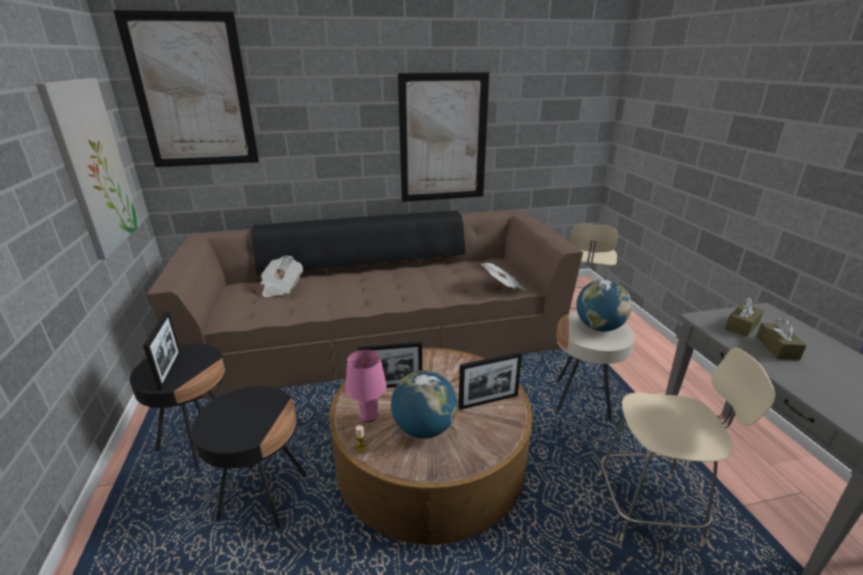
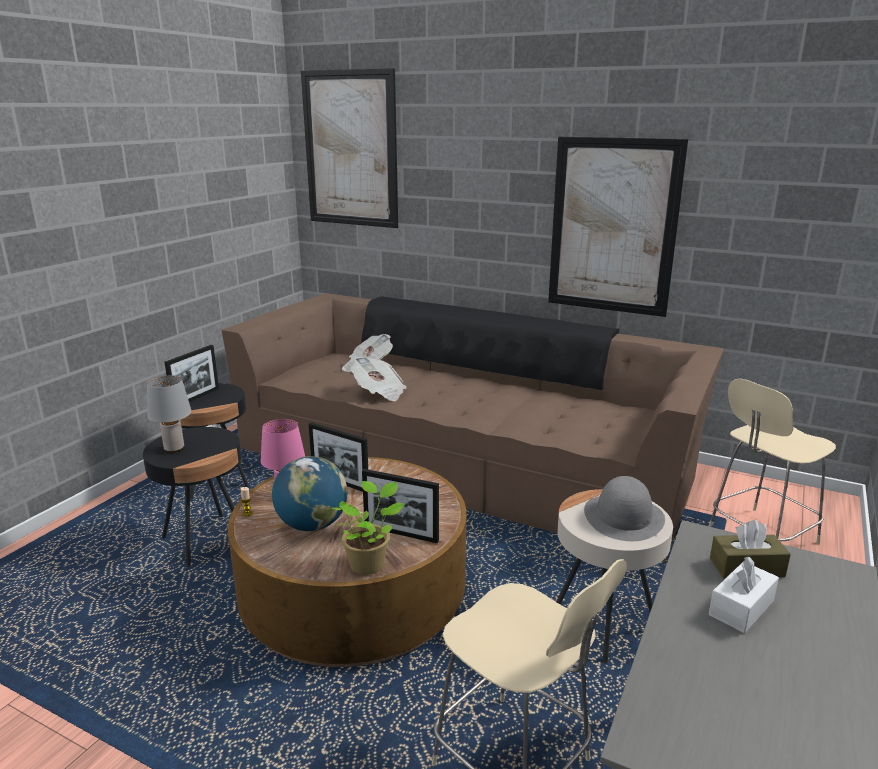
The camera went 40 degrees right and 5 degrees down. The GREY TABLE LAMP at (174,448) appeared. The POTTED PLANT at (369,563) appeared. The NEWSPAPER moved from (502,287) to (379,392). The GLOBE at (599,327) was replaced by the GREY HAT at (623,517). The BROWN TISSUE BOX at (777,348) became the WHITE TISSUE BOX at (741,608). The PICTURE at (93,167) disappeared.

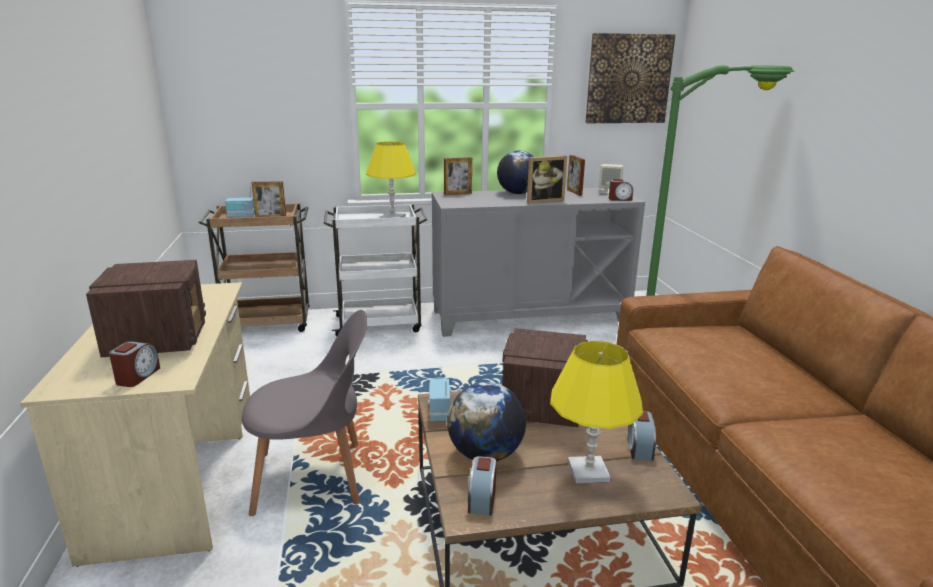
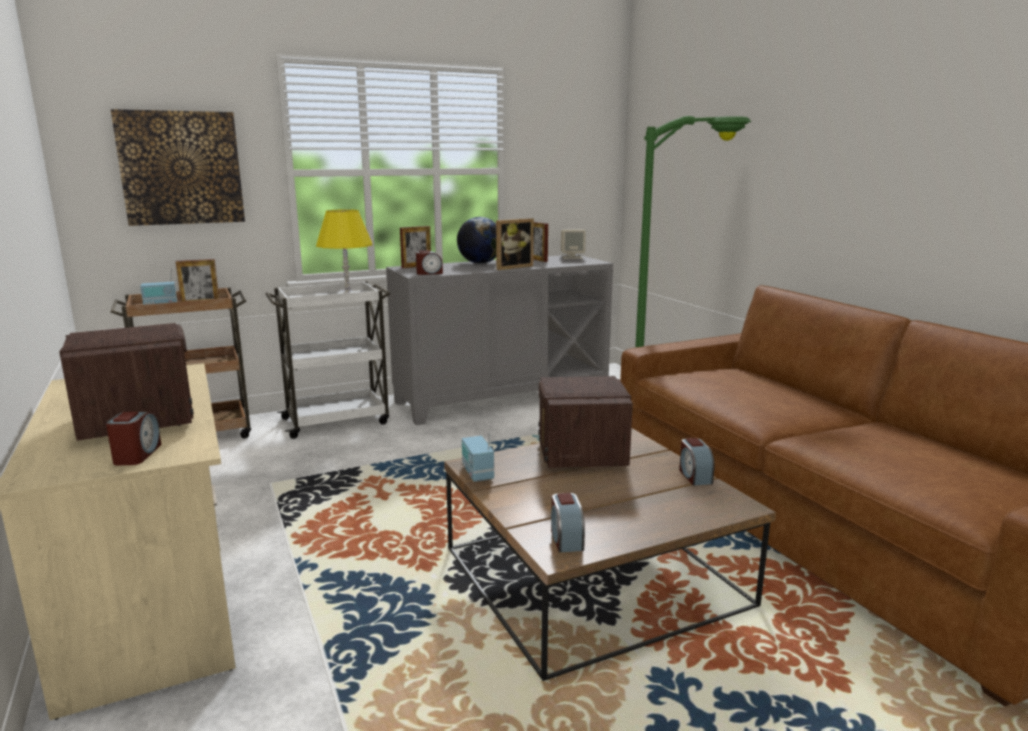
The camera went 15 degrees left and 5 degrees down. The PICTURE moved from (628,79) to (181,168). The ALARM CLOCK moved from (620,199) to (429,273). The GREY CHAIR at (315,477) disappeared. The GLOBE at (485,454) disappeared. The YELLOW TABLE LAMP at (588,471) disappeared.

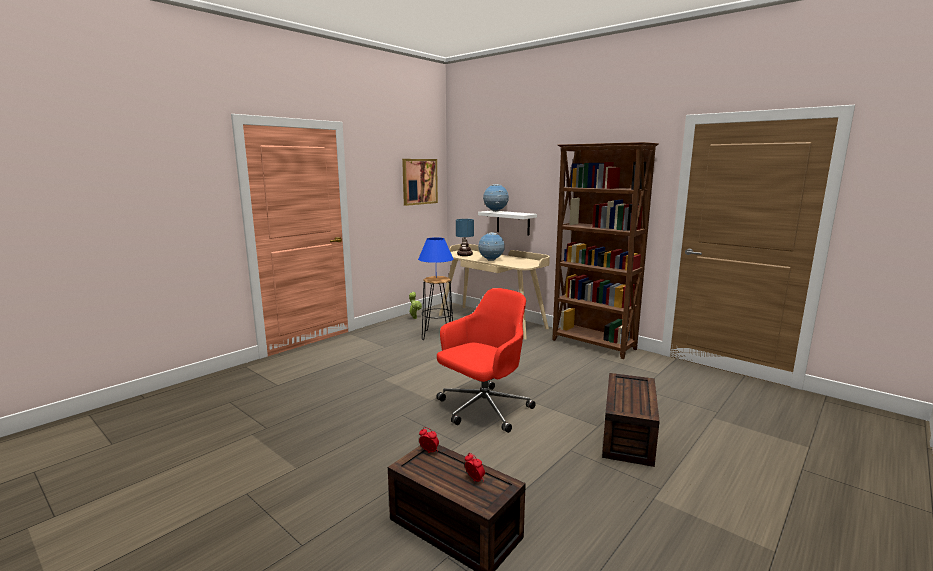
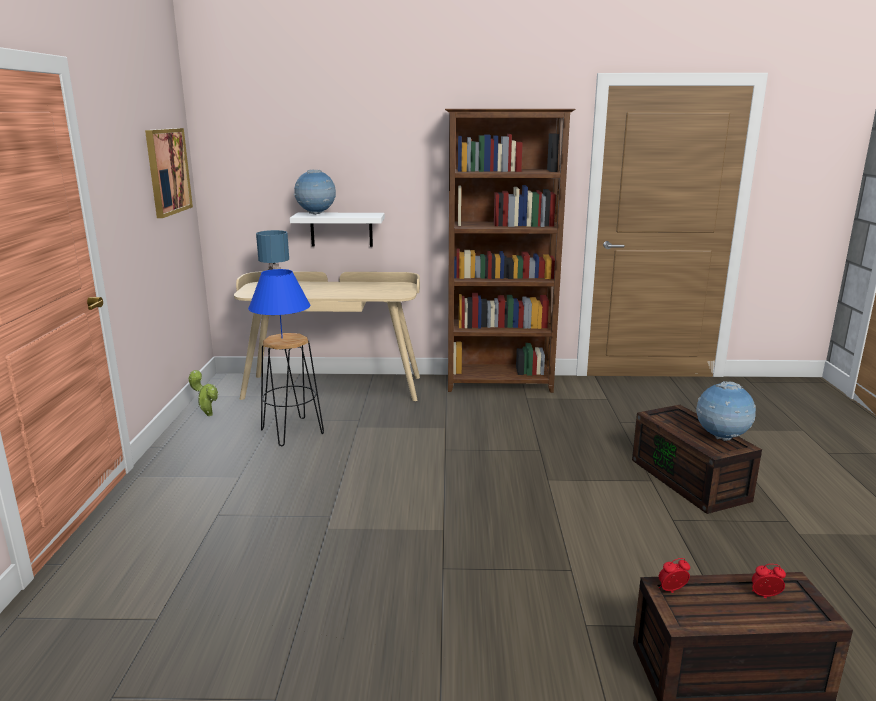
The camera went 40 degrees left and 5 degrees up. The GLOBE moved from (491,260) to (721,438). The RED OFFICE CHAIR at (482,409) disappeared.

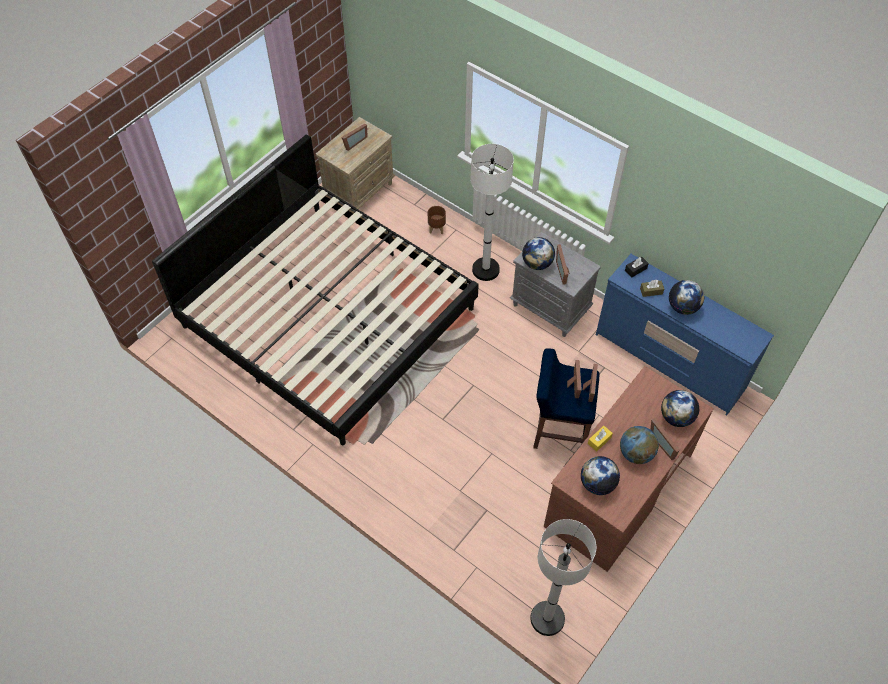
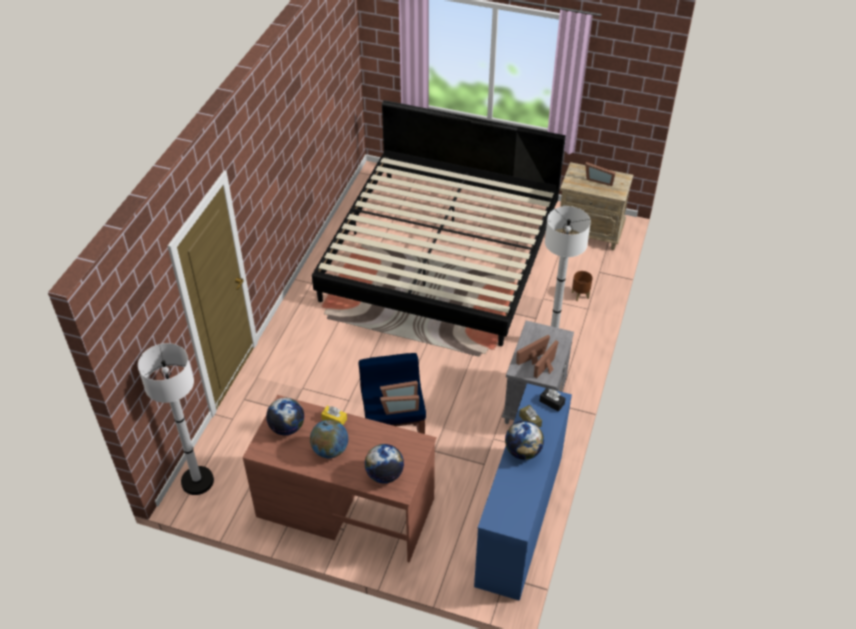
The camera went 70 degrees right and 10 degrees down. The PICTURE FRAME moved from (664,443) to (547,368). The GLOBE at (537,263) disappeared.

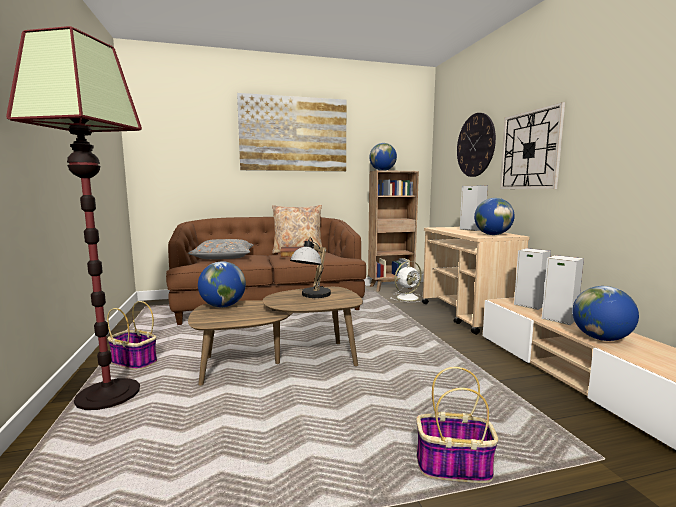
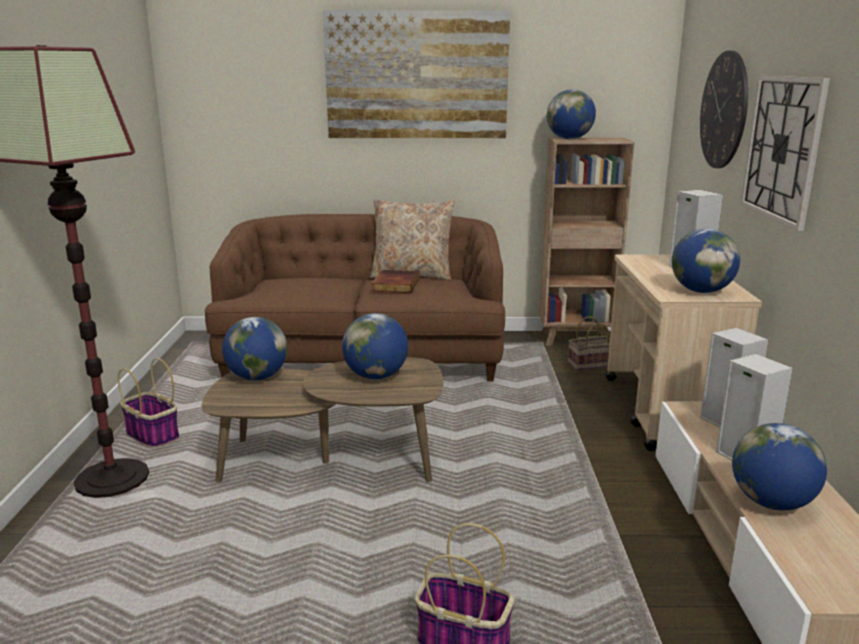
The camera went 15 degrees right and 10 degrees up. The TABLE LAMP at (312,296) was replaced by the GLOBE at (376,376). The WHITE FAN at (408,297) was replaced by the BASKET at (591,364). The GREY PILLOW at (223,257) disappeared.

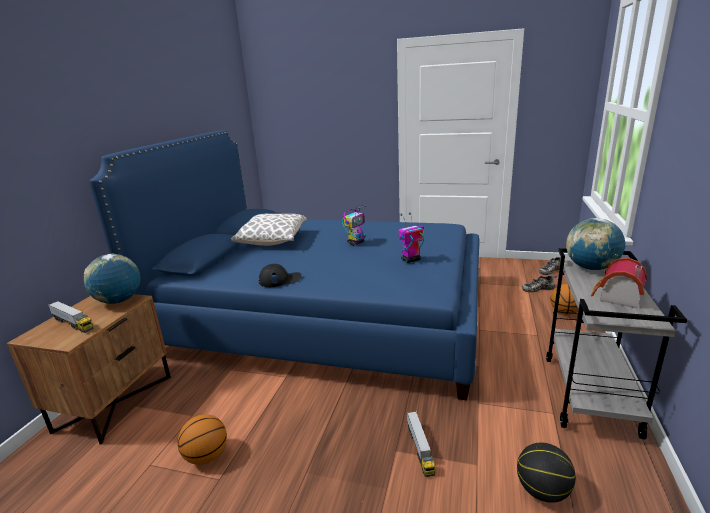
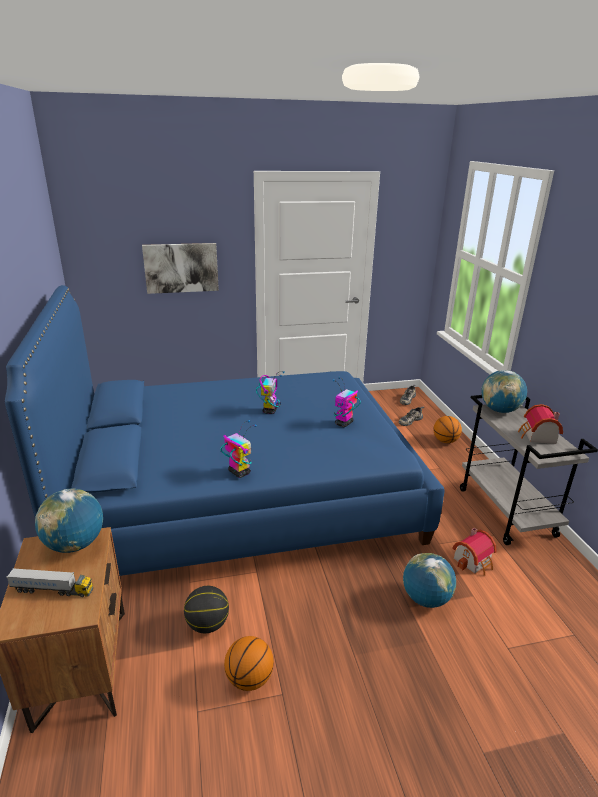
The camera went 30 degrees left and 5 degrees up. The PICTURE at (181,268) appeared. The BASKETBALL moved from (542,490) to (207,624). The BLACK CAP at (280,280) was replaced by the TOY ROBOT at (239,472). The TOY TRUCK at (420,449) was replaced by the GLOBE at (426,598). The TOY HOUSE at (474,561) appeared. The PILLOW at (272,241) disappeared.

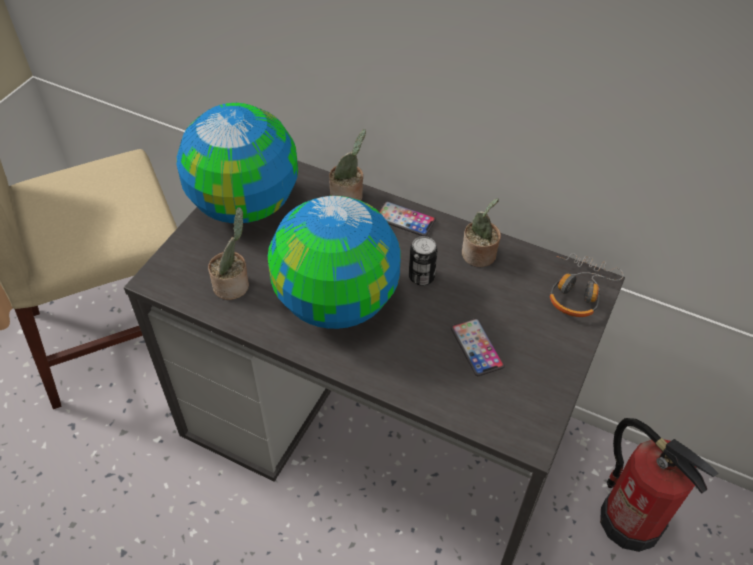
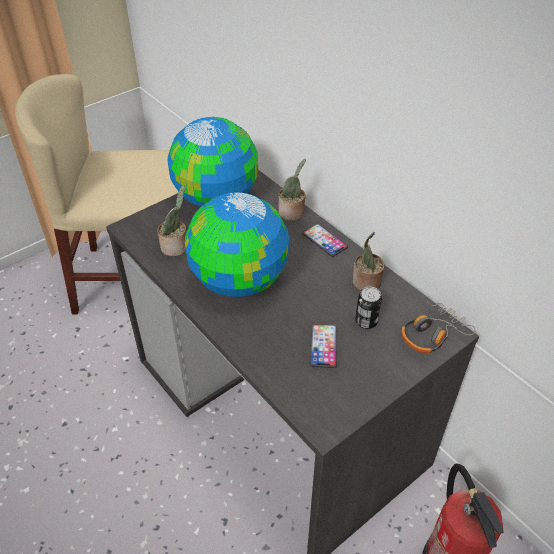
The camera went 25 degrees right and 5 degrees down. The CAN moved from (421,277) to (366,321).

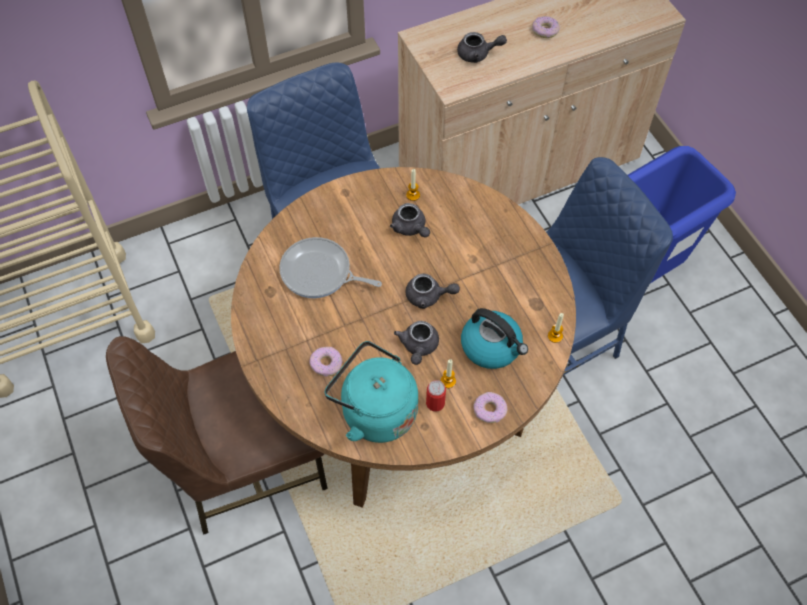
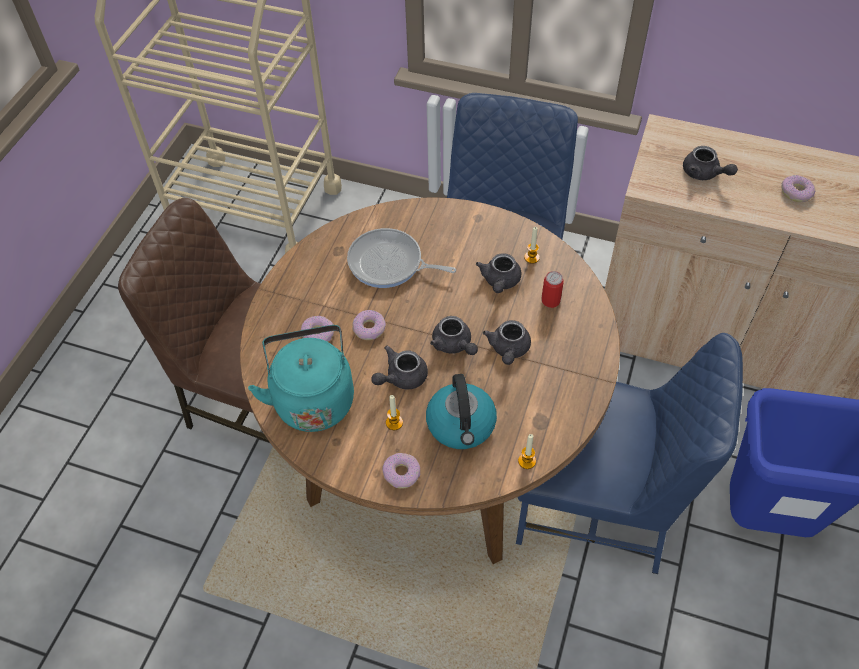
The camera went 45 degrees right and 5 degrees down. The FRYING PAN at (319,273) turned 45 degrees counterclockwise. The DONUT at (369,328) appeared. The GREY TEAPOT at (508,350) appeared. The CAN moved from (435,403) to (550,300).

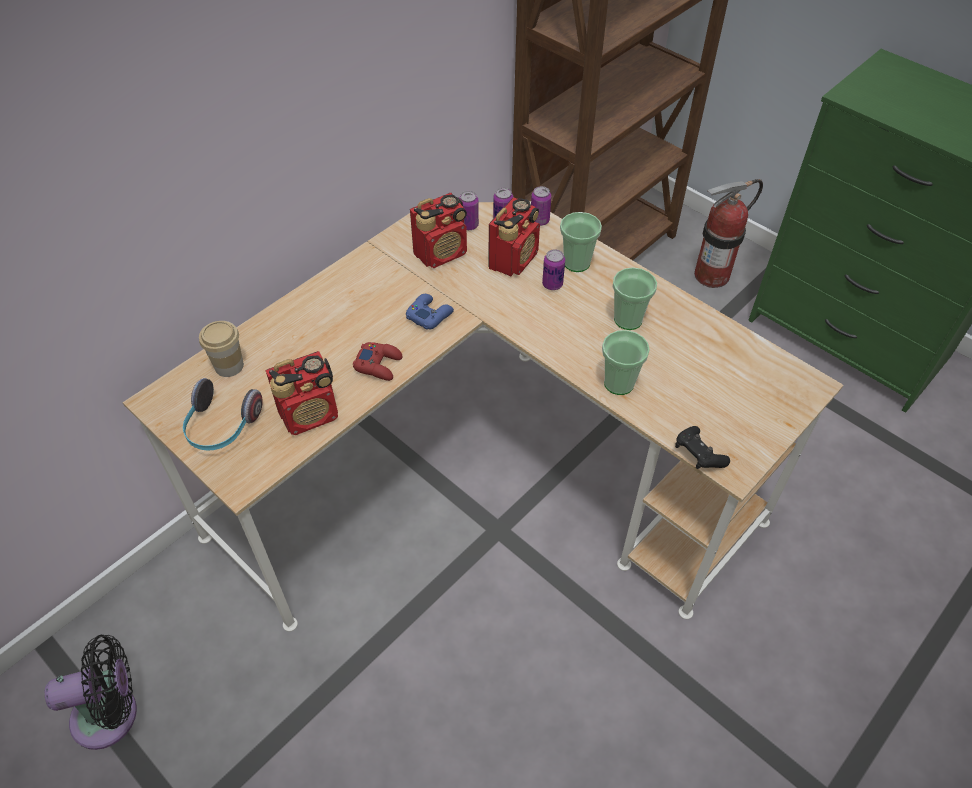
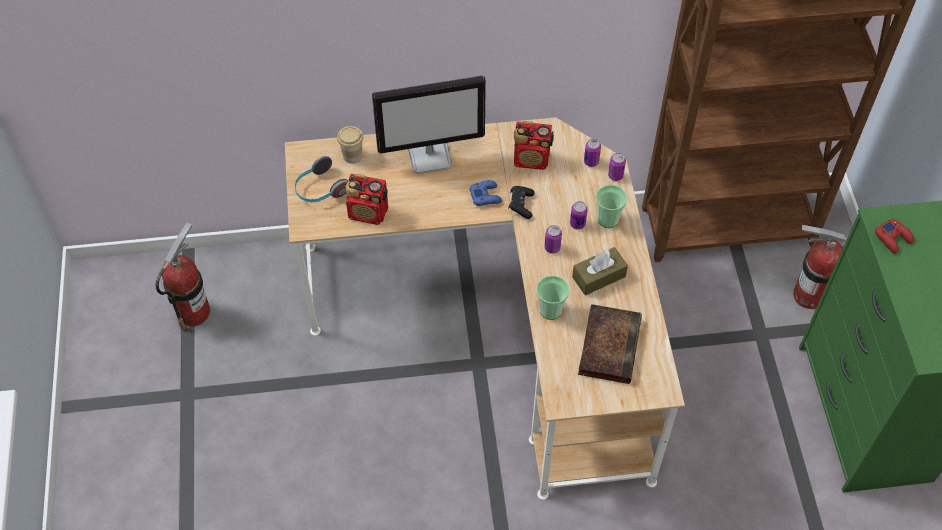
The camera went 40 degrees right and 5 degrees up. The BLACK FAN at (112,714) was replaced by the FIRE EXTINGUISHER at (193,312). The MONITOR at (430,156) appeared. The BLACK GAME CONTROLLER moved from (698,455) to (521,205). The CAN moved from (468,225) to (552,247). The CUP at (628,319) was replaced by the BROWN TISSUE BOX at (598,276). The BOOK at (609,344) appeared. The RED GAME CONTROLLER moved from (379,364) to (893,238). The RADIO at (514,260) disappeared.

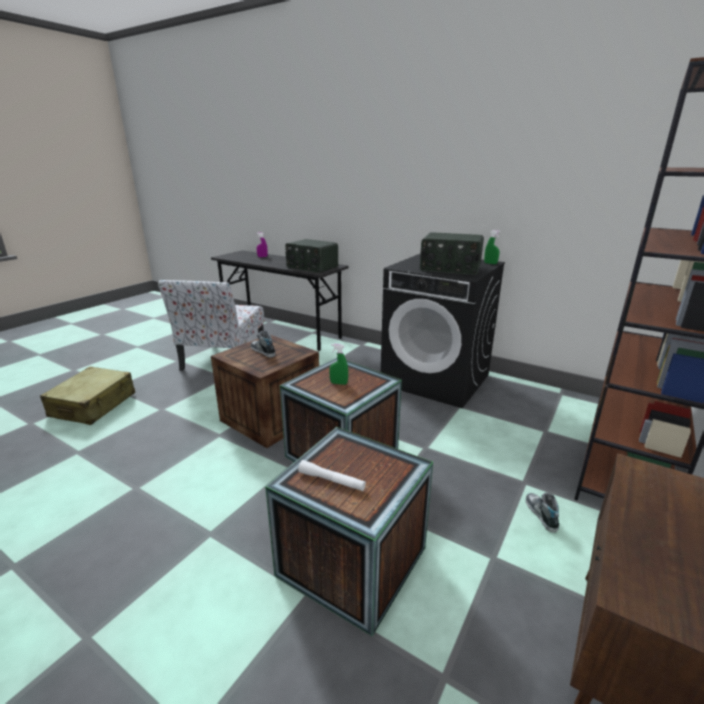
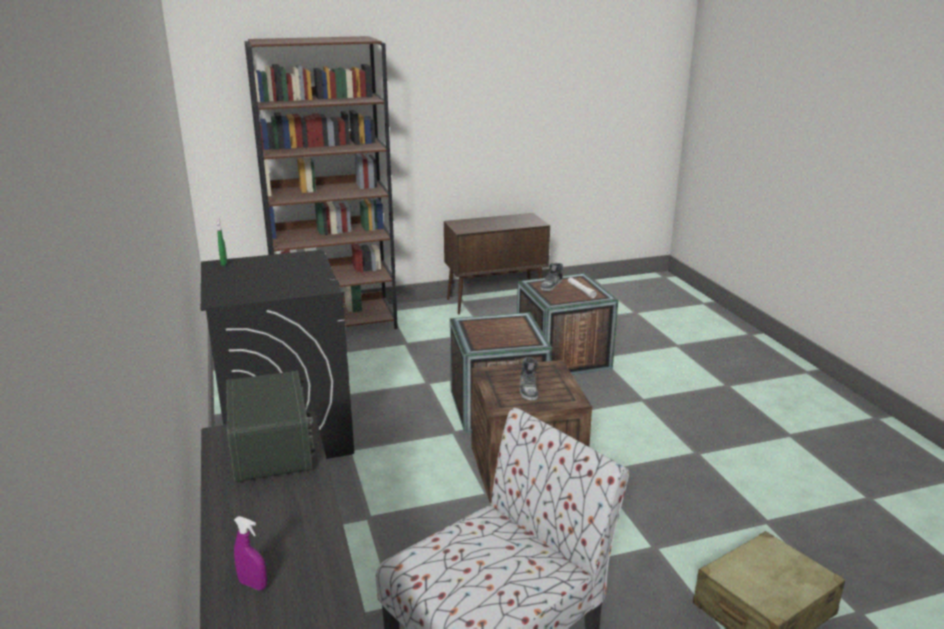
The camera went 140 degrees left and 0 degrees up. The SHOE moved from (541,514) to (551,286). The GREEN SPRAY BOTTLE at (338,383) disappeared. The RADIO at (450,268) disappeared.

